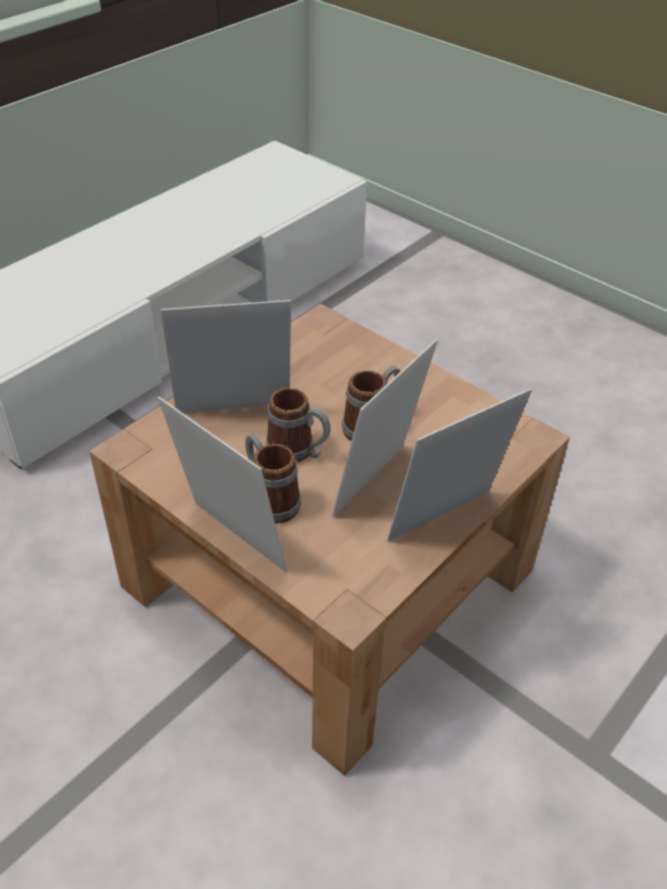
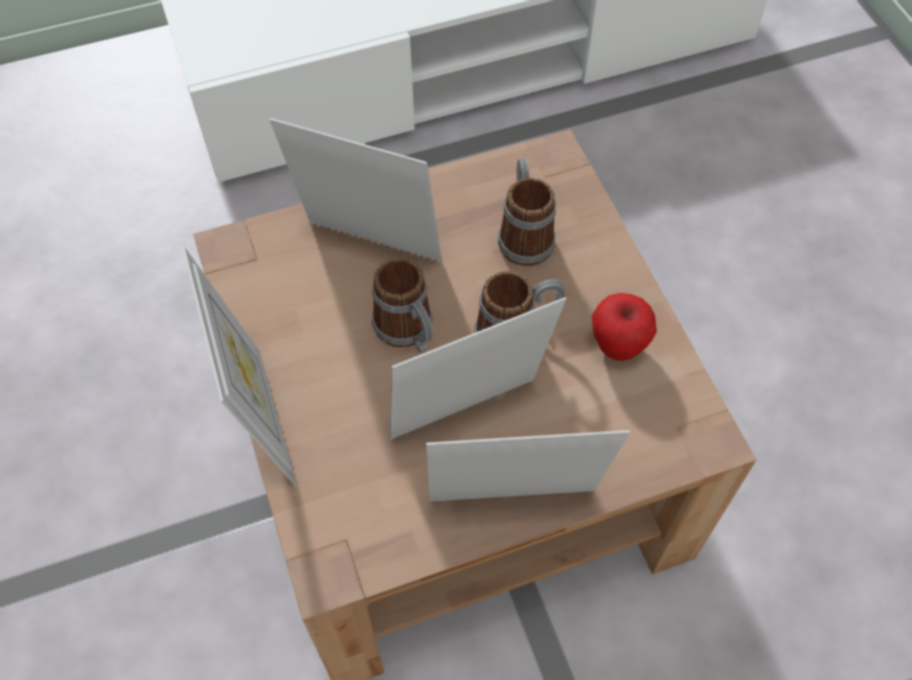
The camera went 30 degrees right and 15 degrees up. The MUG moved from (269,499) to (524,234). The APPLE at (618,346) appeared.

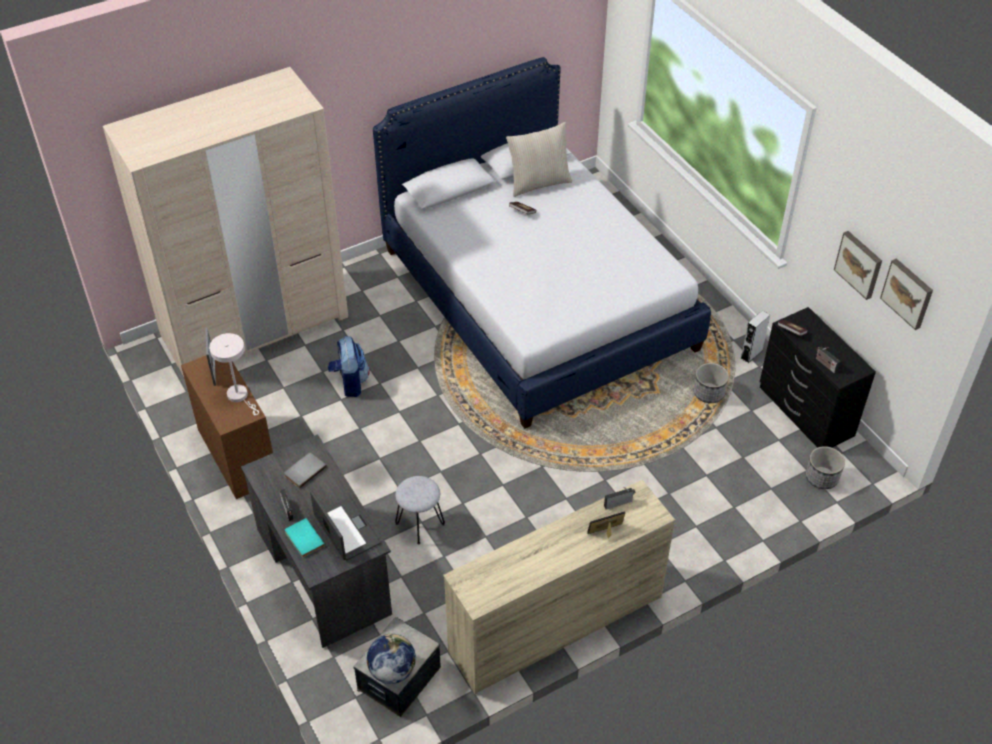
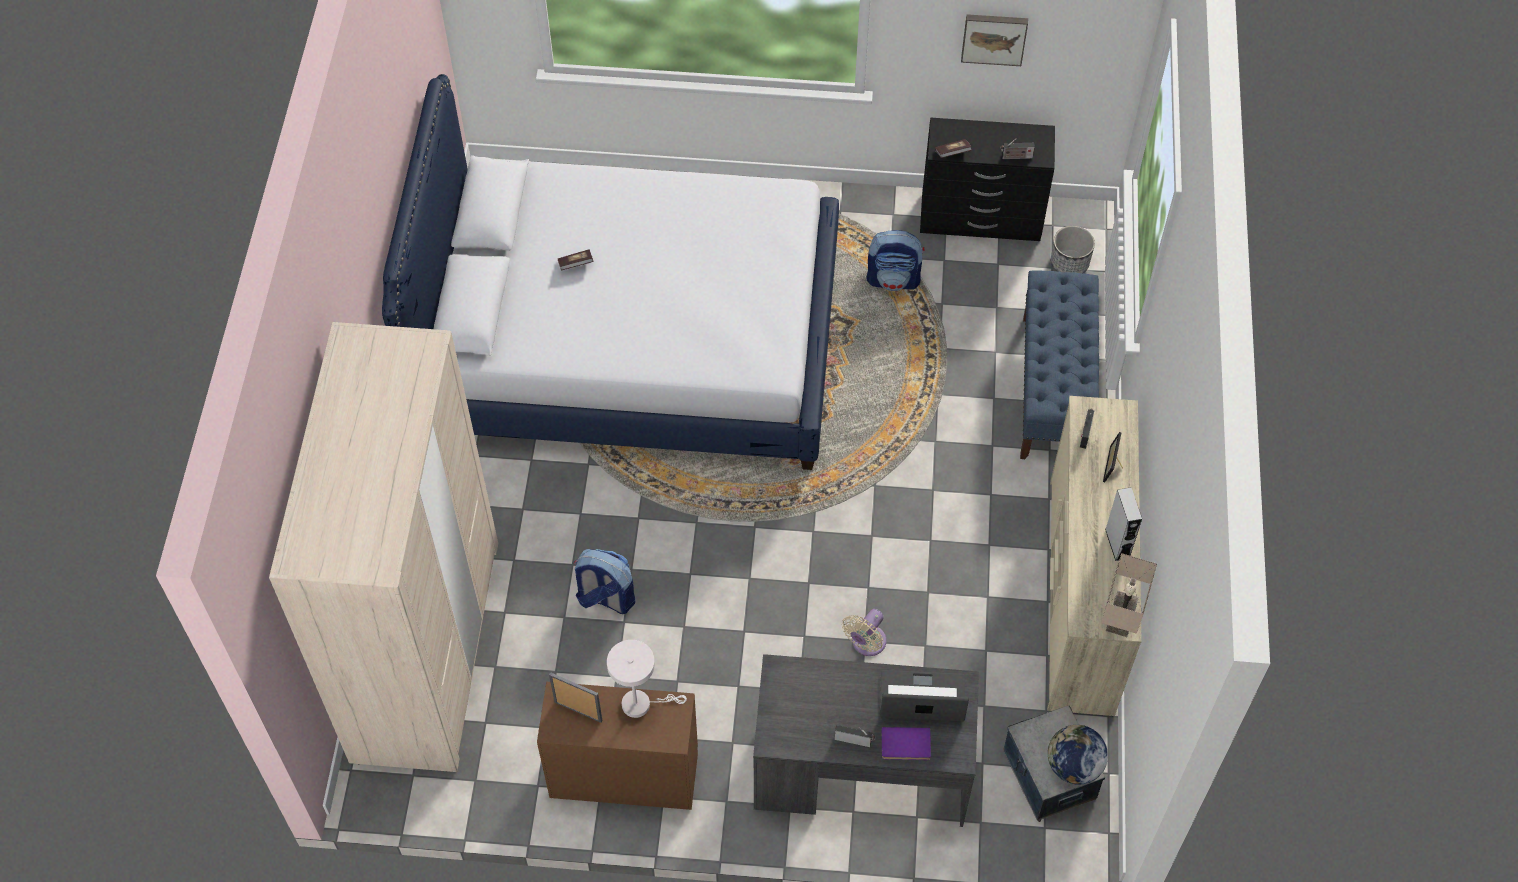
The camera went 55 degrees left and 10 degrees up. The GREY STOOL at (420,524) was replaced by the BEIGE FAN at (866,643). The PLANTER at (709,393) was replaced by the BACKPACK at (894,279). The TURQUOISE BOOK at (303,539) became the PURPLE BOOK at (906,746). The BLUE BENCH at (1053,389) appeared. The BEIGE TABLE LAMP at (1118,618) appeared. The GREY SPEAKER moved from (751,354) to (1117,543). The GREY BOOK at (304,470) disappeared. The BEIGE PILLOW at (538,183) disappeared. The PICTURE at (908,293) disappeared.

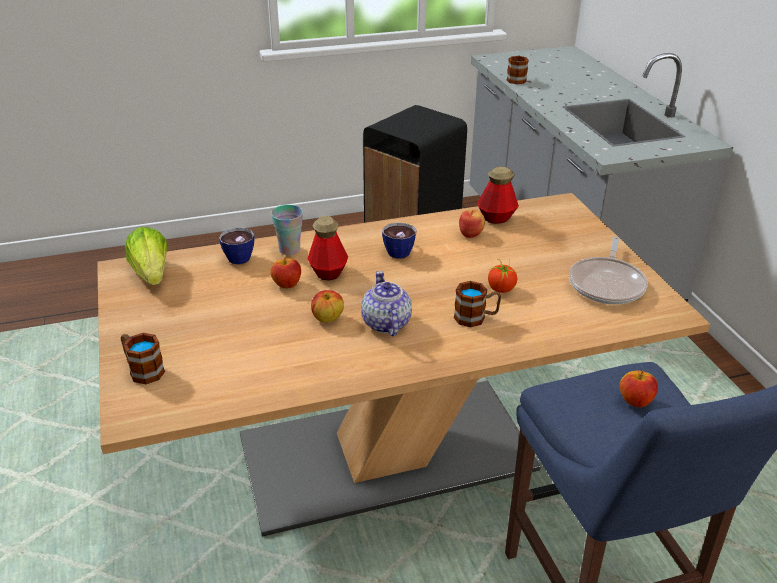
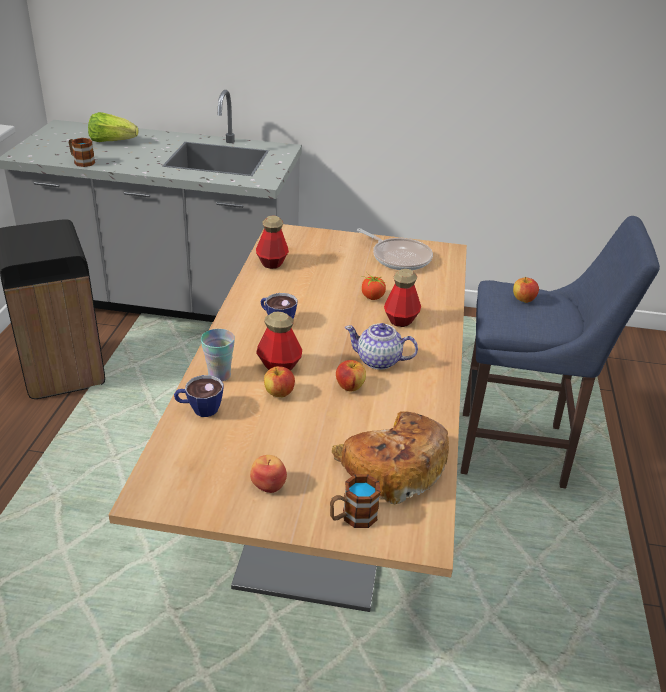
The camera went 65 degrees left and 0 degrees up. The LETTUCE moved from (151,273) to (112,141). The APPLE moved from (471,234) to (268,484). The BREAD at (391,466) appeared. The MUG at (476,318) was replaced by the BOTTLE at (401,320).

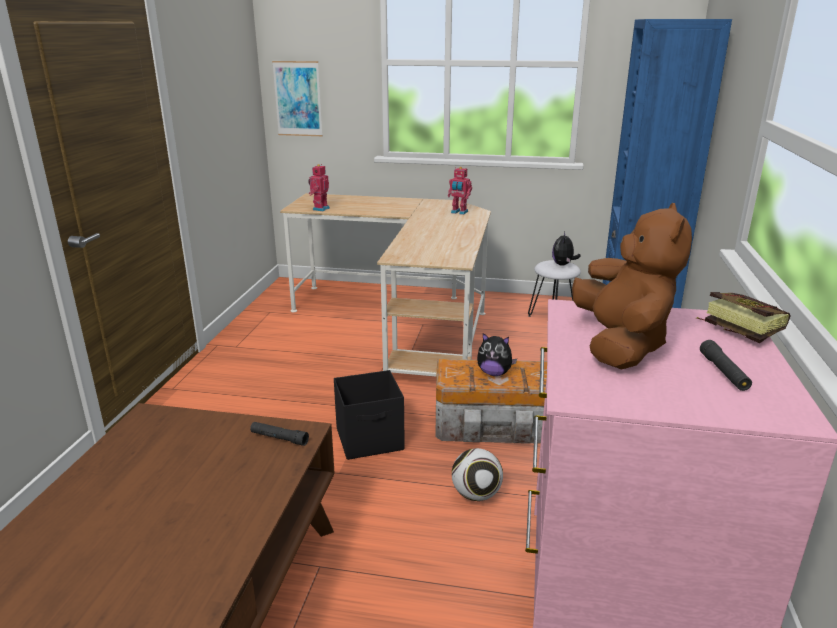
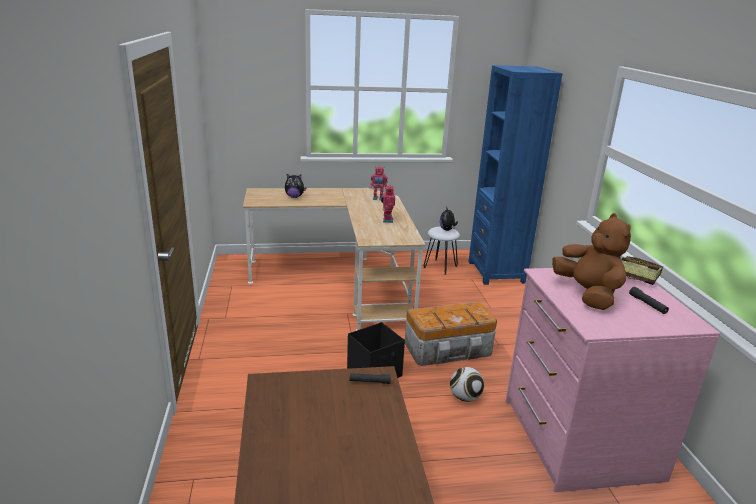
The camera went 20 degrees left and 0 degrees up. The PLUSH TOY moved from (494,373) to (294,197). The TOY ROBOT moved from (320,209) to (387,220). The PICTURE at (298,99) disappeared.

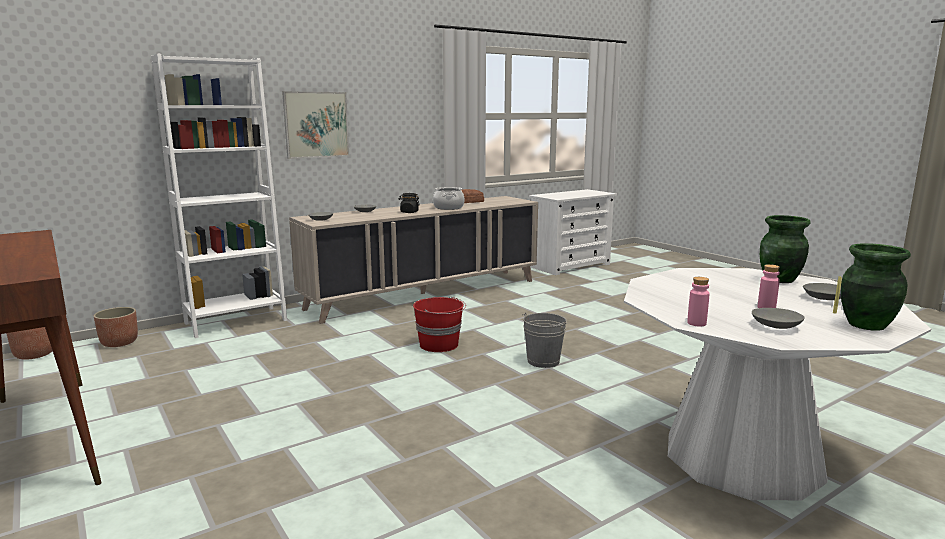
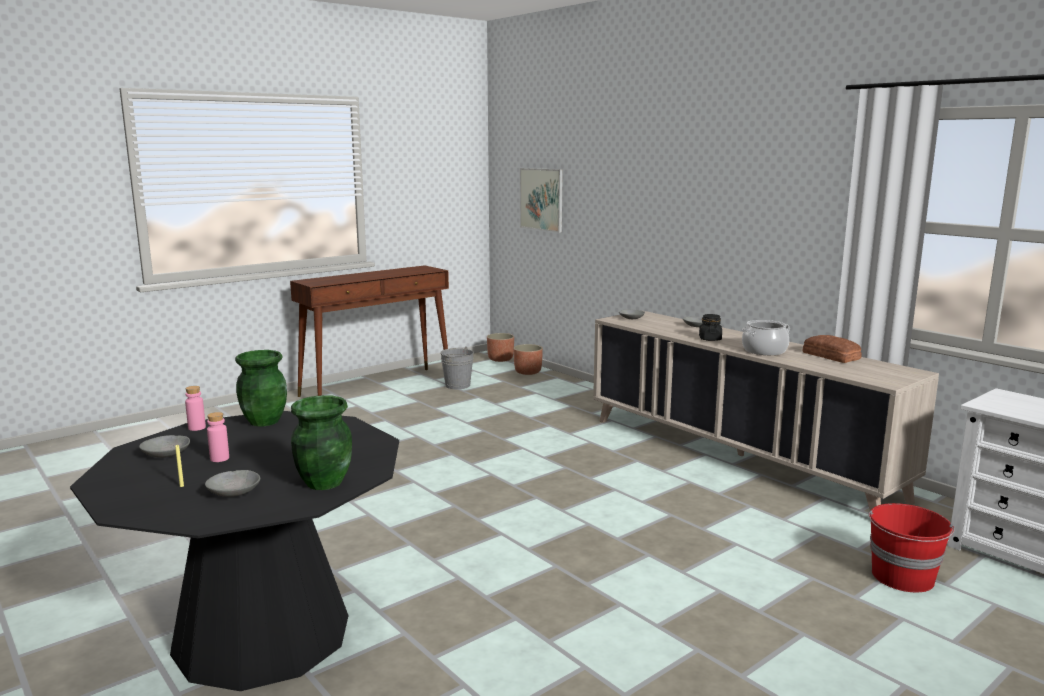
The camera went 85 degrees right and 0 degrees up. The WHITE DINING TABLE at (742,456) became the BLACK DINING TABLE at (262,634). The GREEN VASE moved from (865,325) to (264,421). The GREY BUCKET moved from (543,361) to (457,385). The PICTURE moved from (316,124) to (541,199). The RED BUCKET moved from (440,345) to (903,577). The WHITE BOOKCASE at (236,321) disappeared.

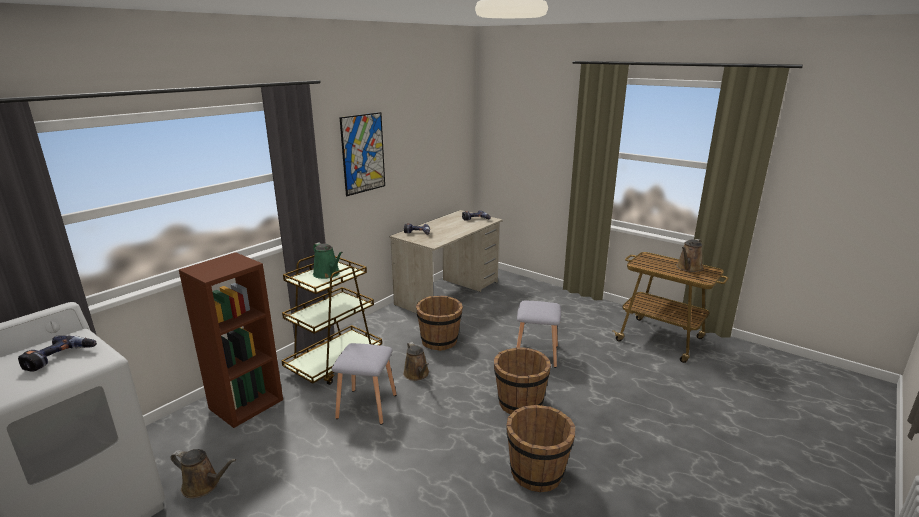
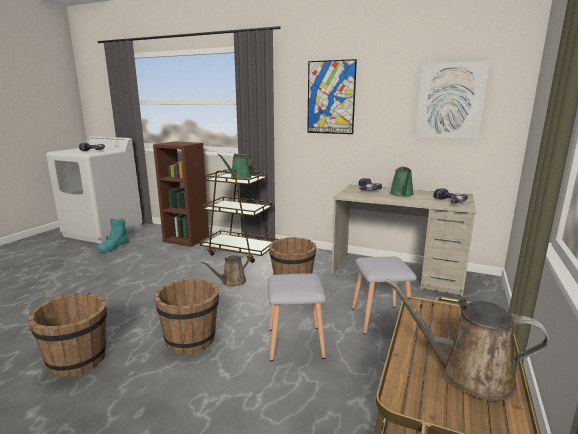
The camera went 75 degrees right and 5 degrees down. The BROWN WATERING CAN at (204,485) was replaced by the TURQUOISE BOOT at (114,247). The GREY STOOL moved from (365,406) to (379,318). The GREEN WATERING CAN at (402,194) appeared. The PICTURE at (450,101) appeared.

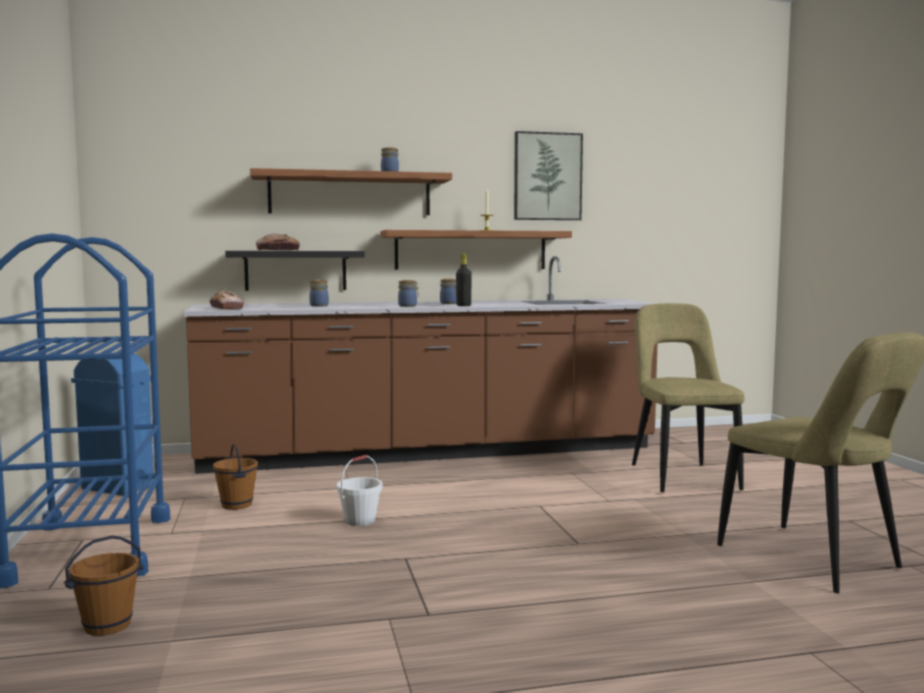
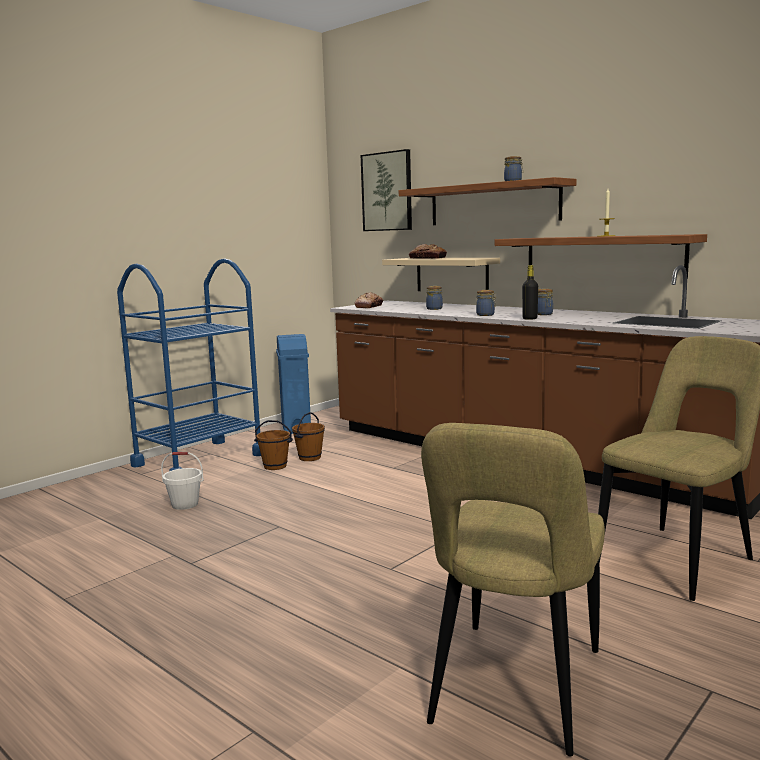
The camera went 55 degrees right and 5 degrees up. The WHITE BUCKET moved from (360,520) to (185,504). The BROWN BUCKET moved from (107,625) to (275,466). The PICTURE moved from (547,176) to (387,191). The BLACK SHELF at (295,270) became the BEIGE SHELF at (452,275).

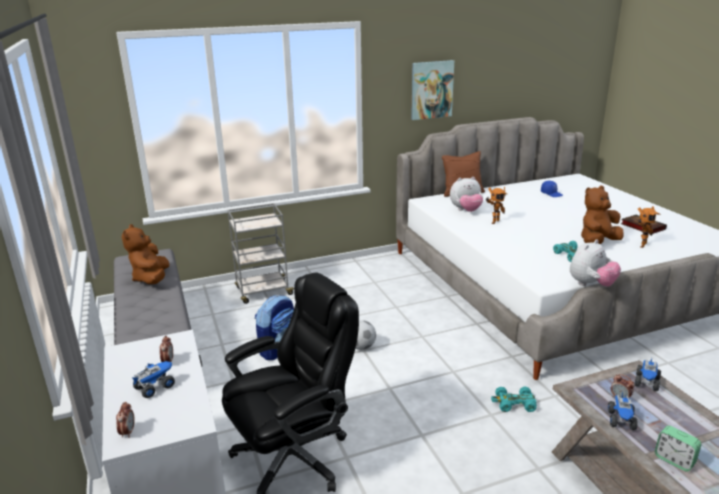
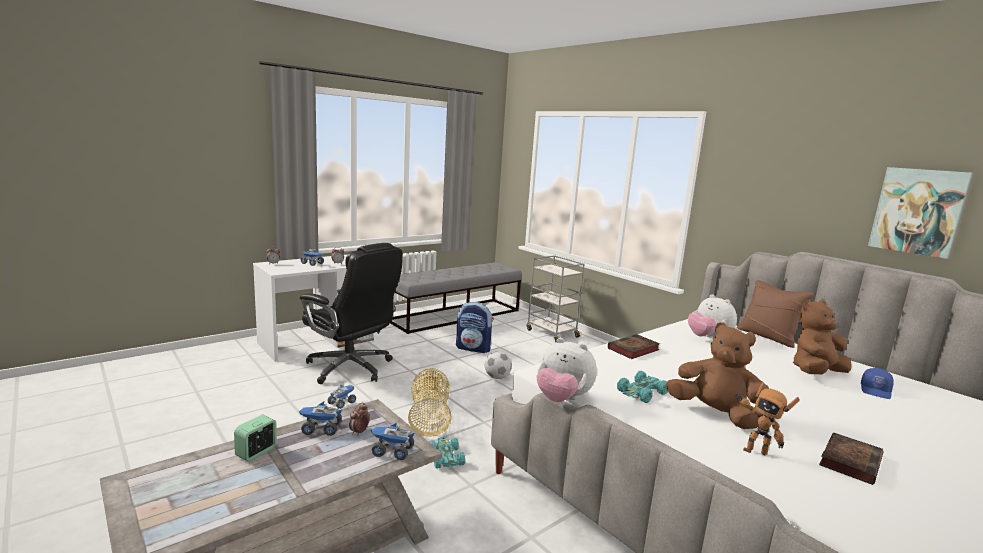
The camera went 70 degrees right and 10 degrees down. The TOY TRUCK at (342,403) appeared. The BASKET at (430,416) appeared. The BOOK at (633,350) appeared. The BROWN PLUSH TOY moved from (151,279) to (816,372). The PICTURE moved from (431,90) to (917,211). The TOY ROBOT at (493,222) disappeared.

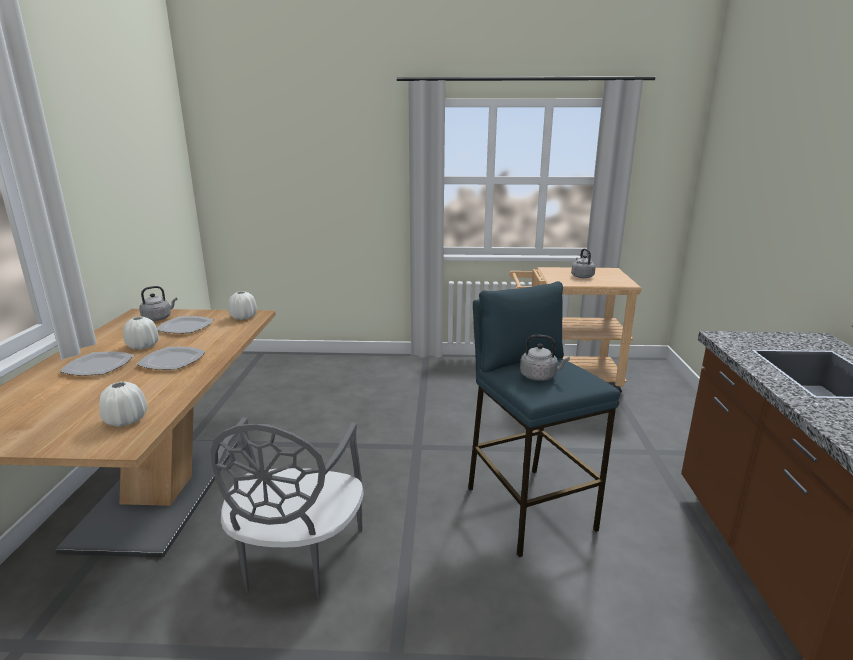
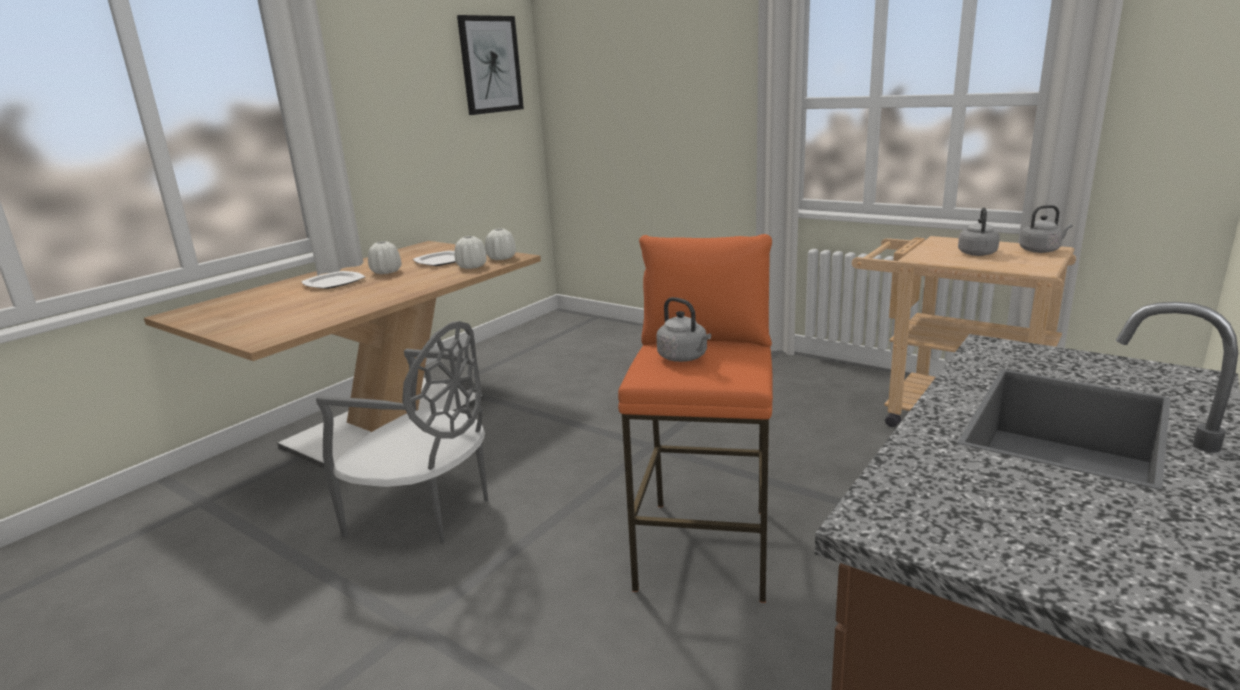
The camera went 35 degrees right and 0 degrees up. The GREY CHAIR at (296,559) turned 105 degrees counterclockwise. The WHITE VASE moved from (126,420) to (472,266). The PICTURE at (490,65) appeared. The BLUE STOOL at (529,508) became the ORANGE STOOL at (706,547). The GREY KETTLE moved from (158,318) to (1041,250). The PLATE at (172,361) disappeared.

